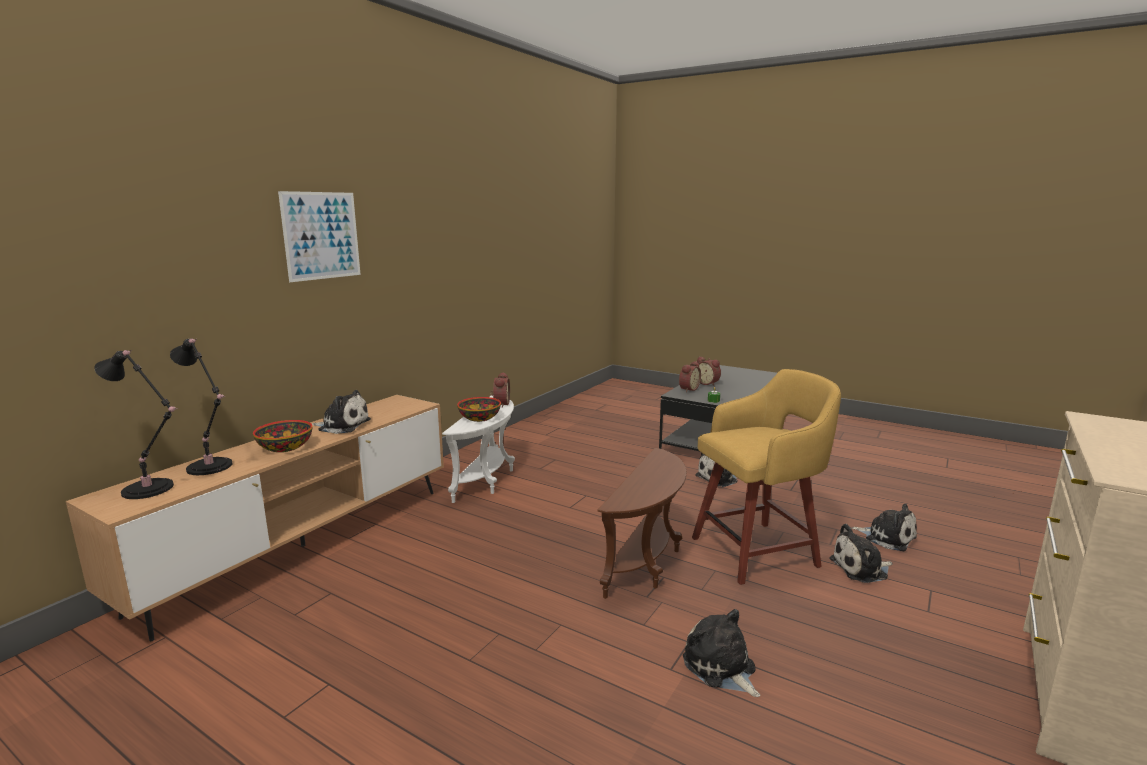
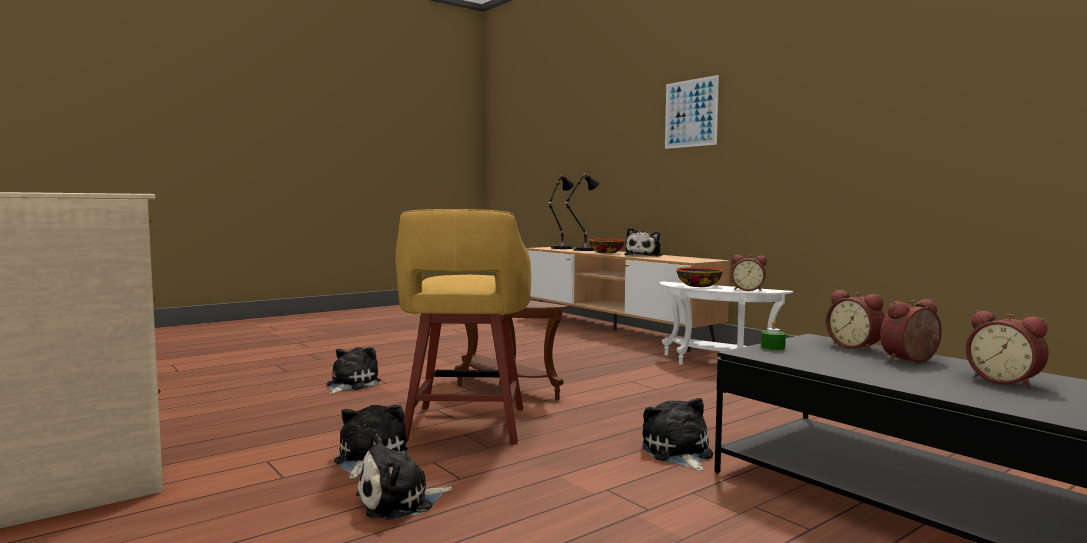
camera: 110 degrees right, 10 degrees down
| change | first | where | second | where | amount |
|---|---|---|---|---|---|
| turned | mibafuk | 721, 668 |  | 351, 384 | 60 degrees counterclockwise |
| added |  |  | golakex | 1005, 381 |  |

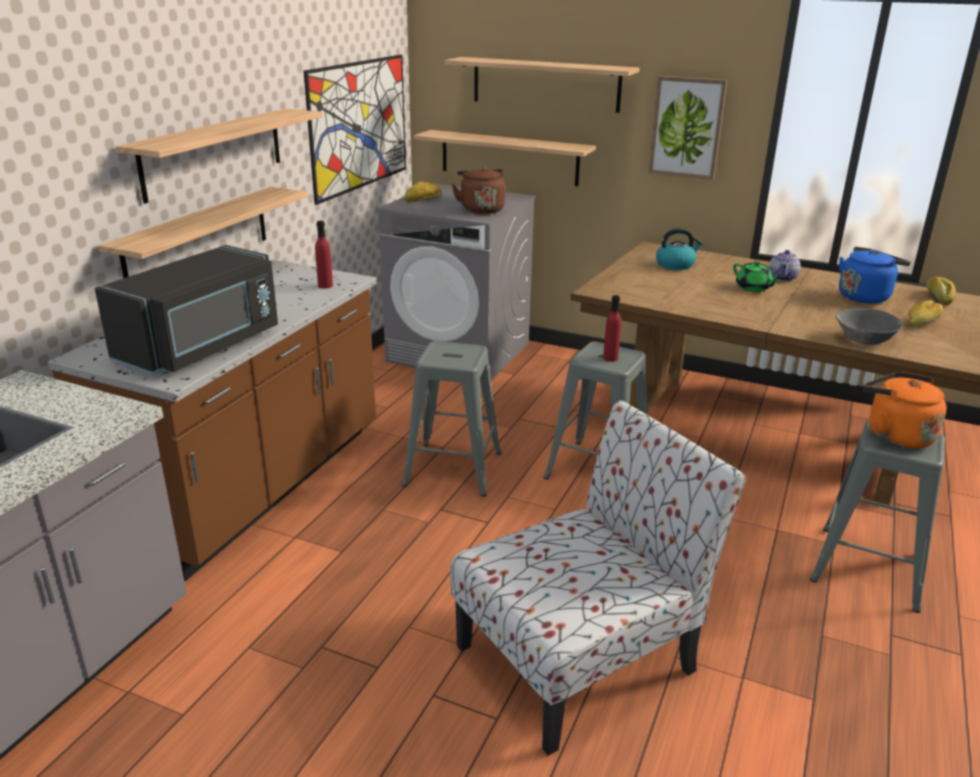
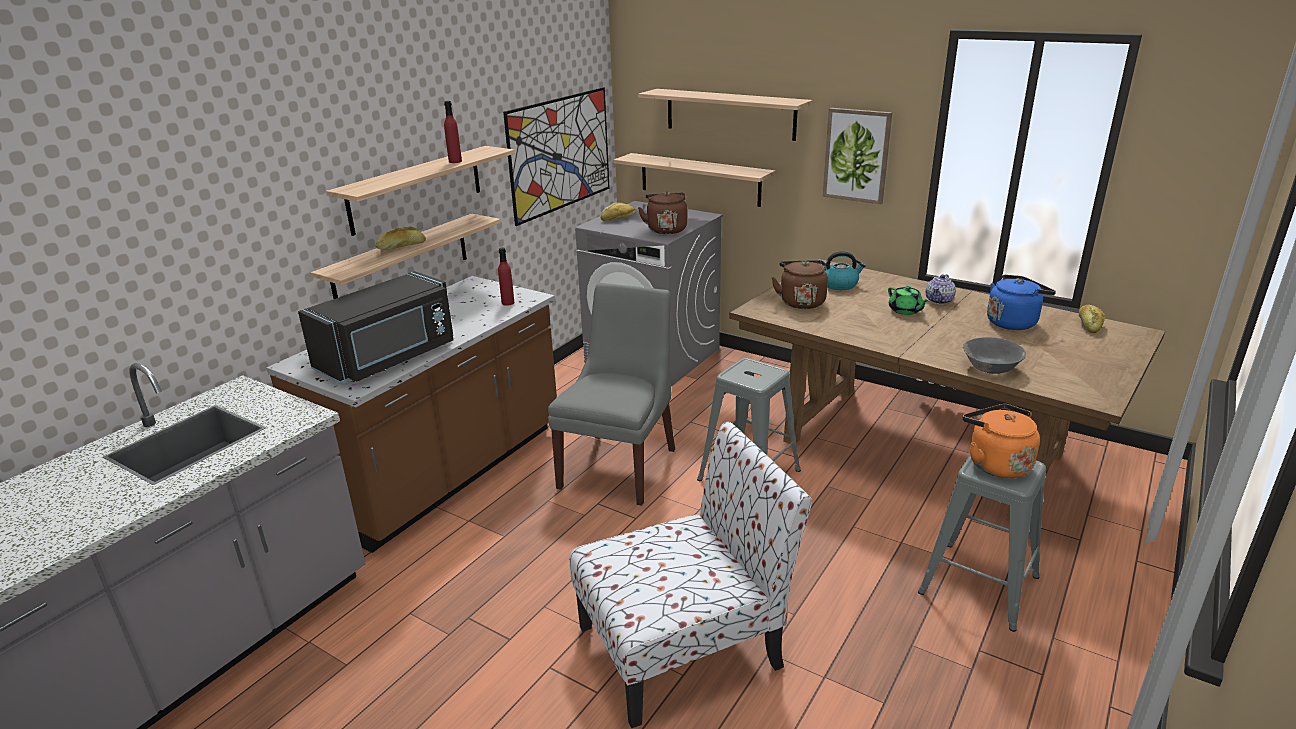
camera: 10 degrees right, 0 degrees up
| change | first | where | second | where | amount |
|---|---|---|---|---|---|
| moved | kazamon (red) | 610, 358 |  | 455, 161 |  |
| moved | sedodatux | 923, 322 |  | 401, 247 |  |
| replaced | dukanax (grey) | 454, 468 | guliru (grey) | 619, 466 |  |
| added |  |  | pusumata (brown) | 801, 301 |  |

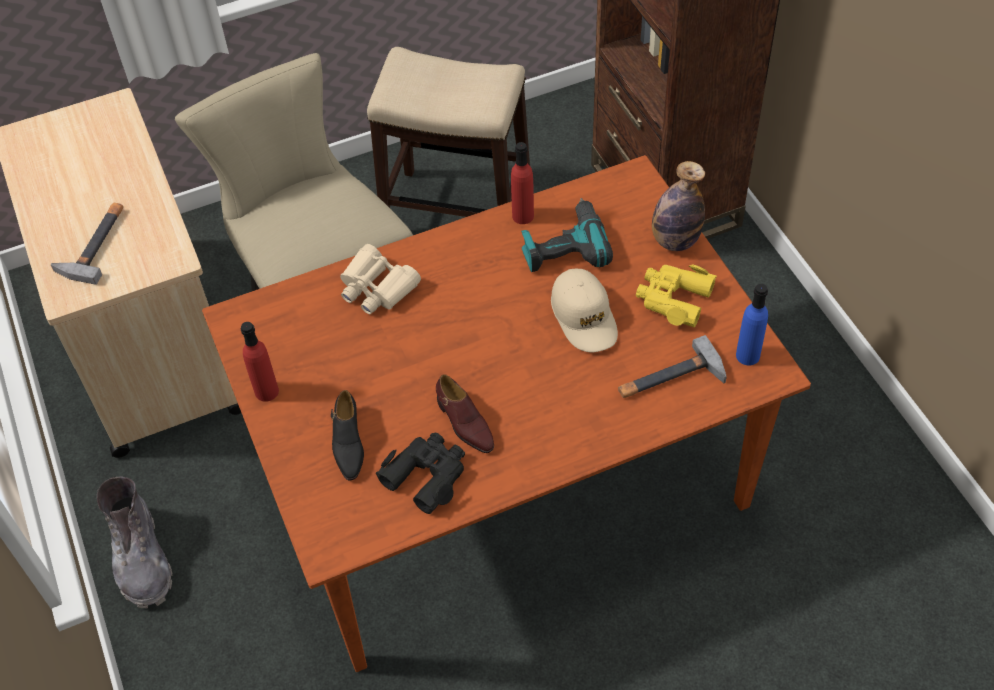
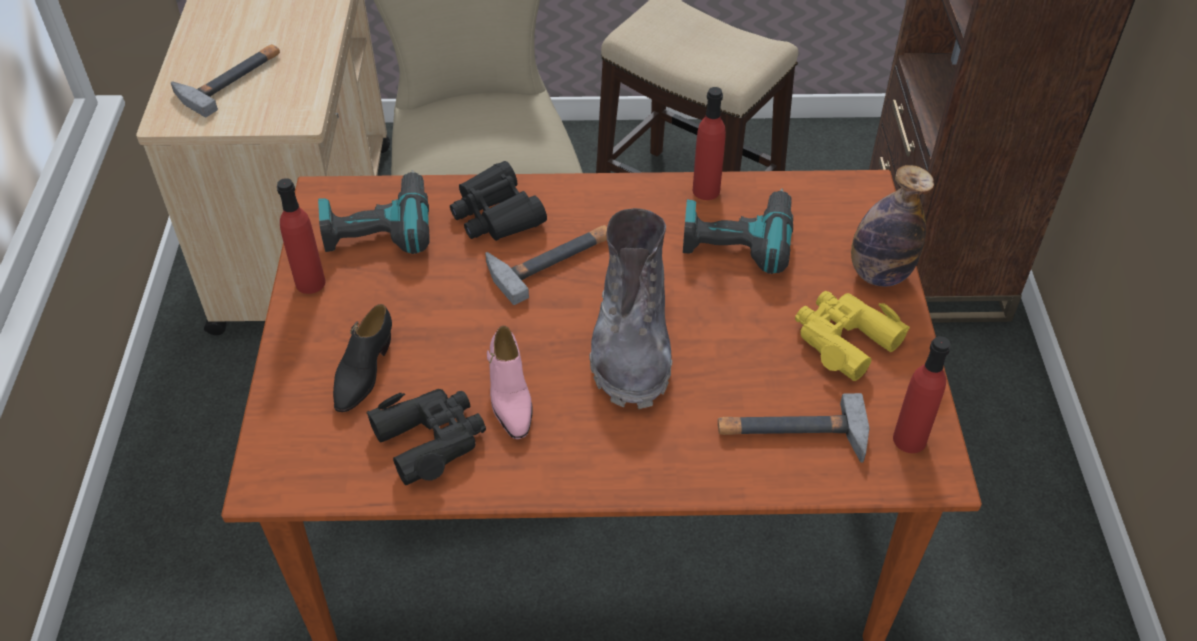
camera: 20 degrees right, 5 degrees down
| change | first | where | second | where | amount |
|---|---|---|---|---|---|
| recoloured | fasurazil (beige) | 377, 288 | fasurazil (black) | 496, 214 |  |
| removed | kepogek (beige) | 584, 317 |  |  |  |
| recoloured | kazamon (blue) | 747, 355 | kazamon (red) | 909, 439 |  |
| recoloured | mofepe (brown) | 464, 423 | mofepe (pink) | 509, 395 |  |
| moved | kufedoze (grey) | 141, 559 |  | 632, 343 |  |
| added |  |  | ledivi | 378, 226 |  |
| added |  |  | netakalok | 552, 259 |  |

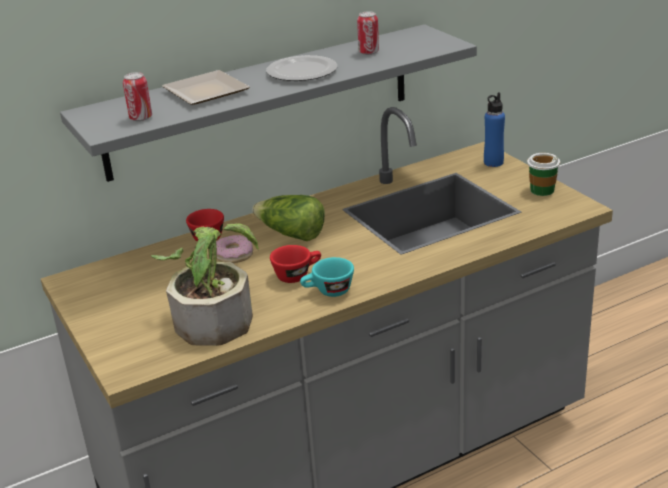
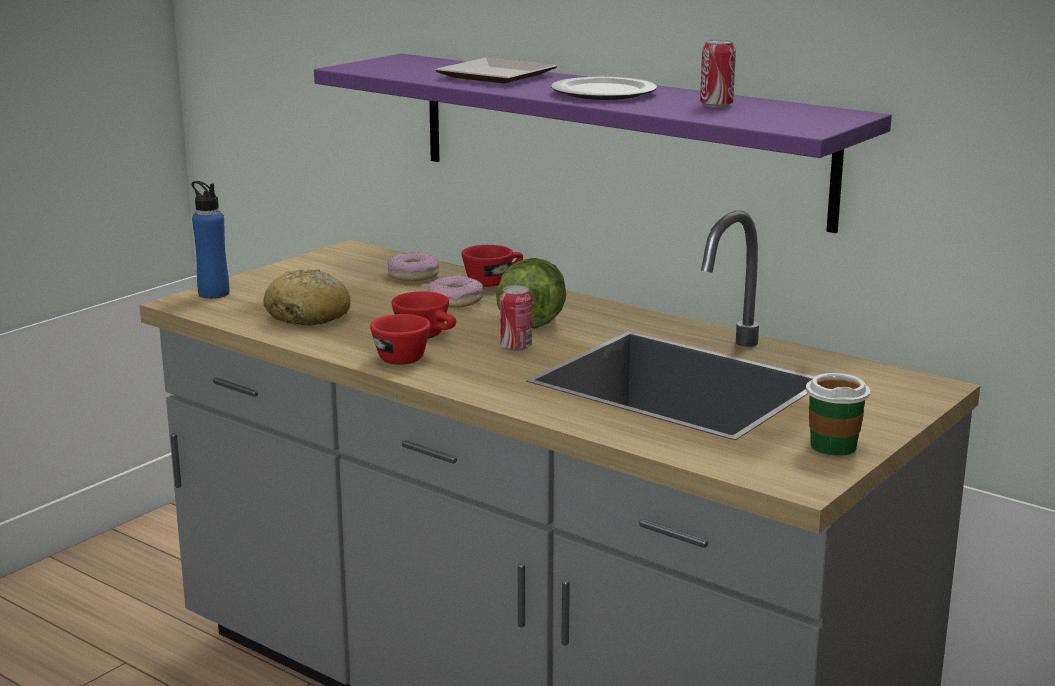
camera: 65 degrees right, 10 degrees down
| change | first | where | second | where | amount |
|---|---|---|---|---|---|
| recoloured | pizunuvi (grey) | 261, 101 | pizunuvi (purple) | 617, 137 |  |
| moved | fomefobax | 141, 118 |  | 516, 347 |  |
| moved | kazamon (blue) | 493, 162 |  | 213, 293 |  |
| replaced | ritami | 215, 316 | sedodatux | 309, 316 |  |
| recoloured | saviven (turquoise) | 328, 292 | saviven (red) | 395, 357 |  |
| added |  |  | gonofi | 413, 275 |  |

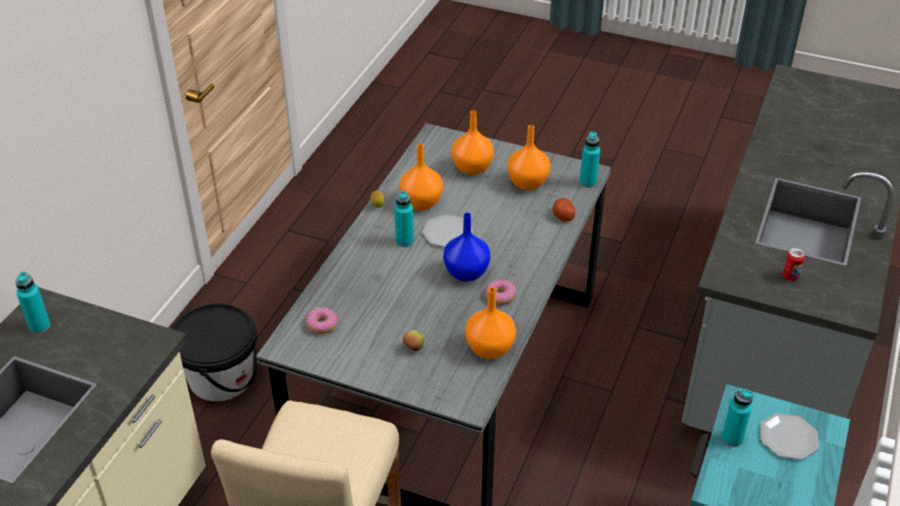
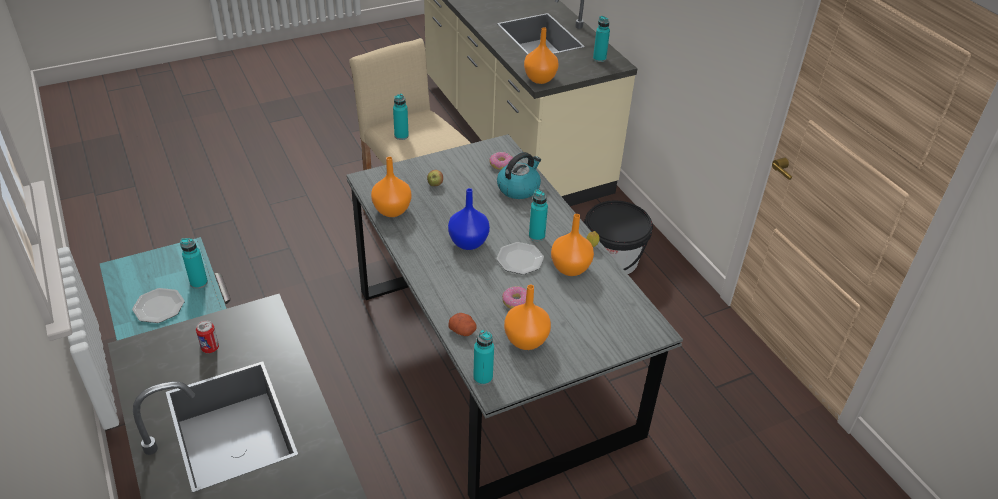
camera: 130 degrees right, 0 degrees up
| change | first | where | second | where | amount |
|---|---|---|---|---|---|
| moved | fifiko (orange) | 471, 168 |  | 540, 79 |  |
| moved | gonofi | 500, 296 |  | 516, 302 |  |
| added |  |  | kazamon (turquoise) | 401, 136 |  |
| added |  |  | pusumata | 518, 188 |  |

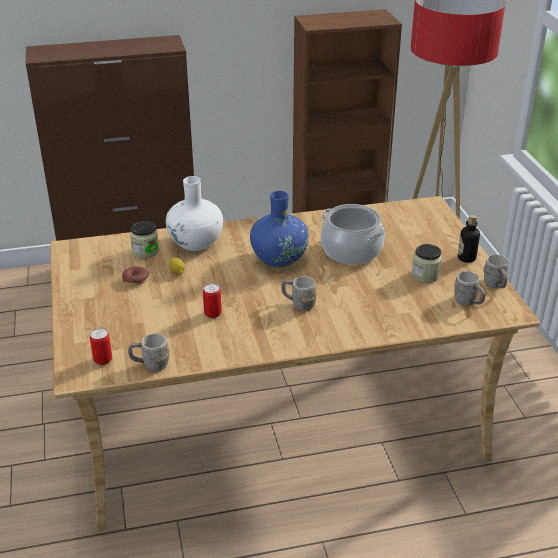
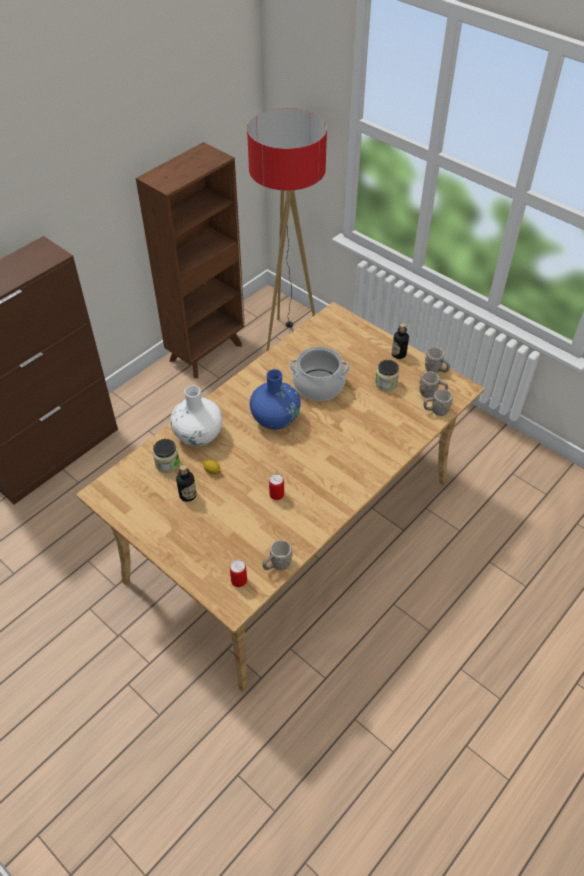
camera: 35 degrees left, 15 degrees up
| change | first | where | second | where | amount |
|---|---|---|---|---|---|
| replaced | gonofi | 135, 279 | kazamon | 188, 495 |  |
| moved | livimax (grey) | 298, 304 |  | 436, 411 |  |

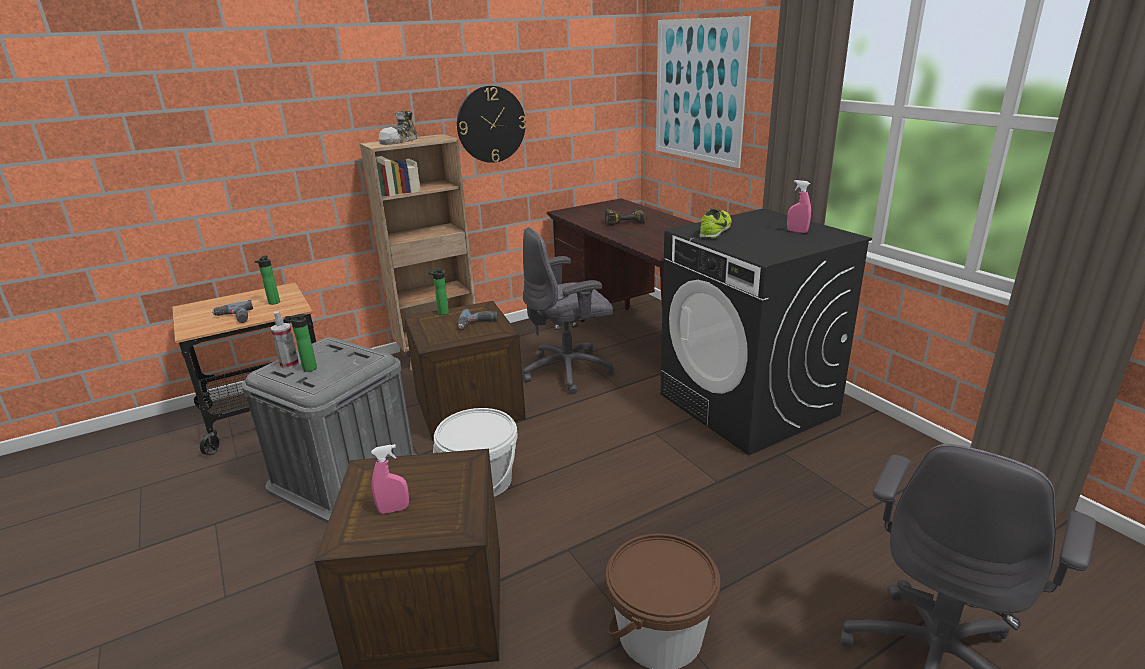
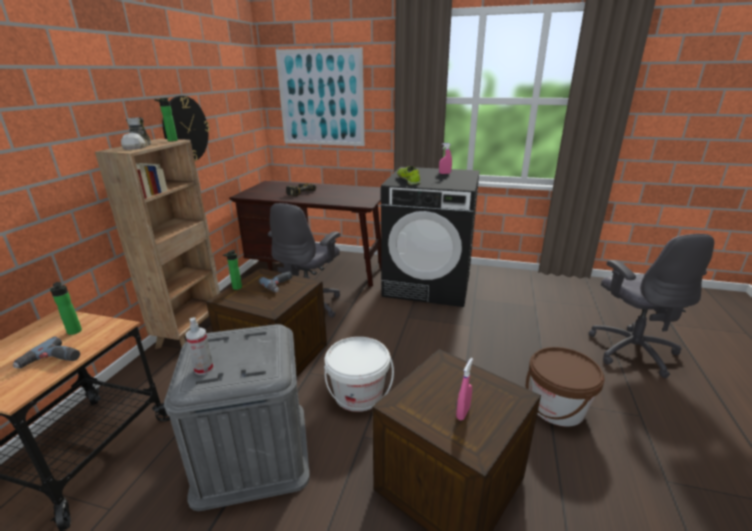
camera: 45 degrees left, 0 degrees up
| change | first | where | second | where | amount |
|---|---|---|---|---|---|
| moved | kazamon | 307, 369 |  | 171, 141 |  |

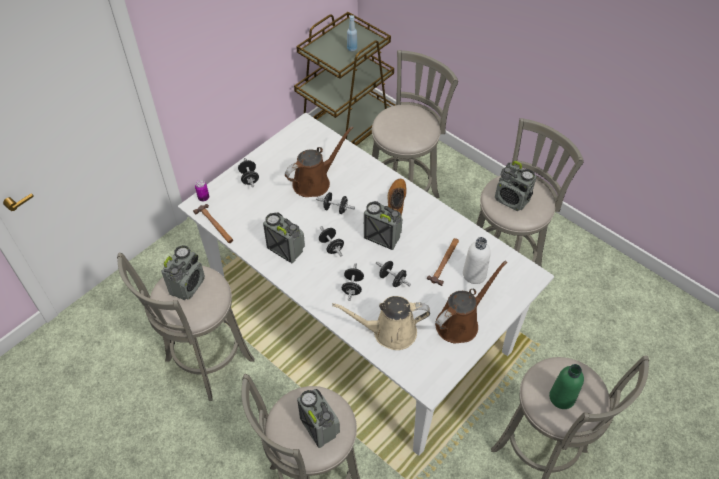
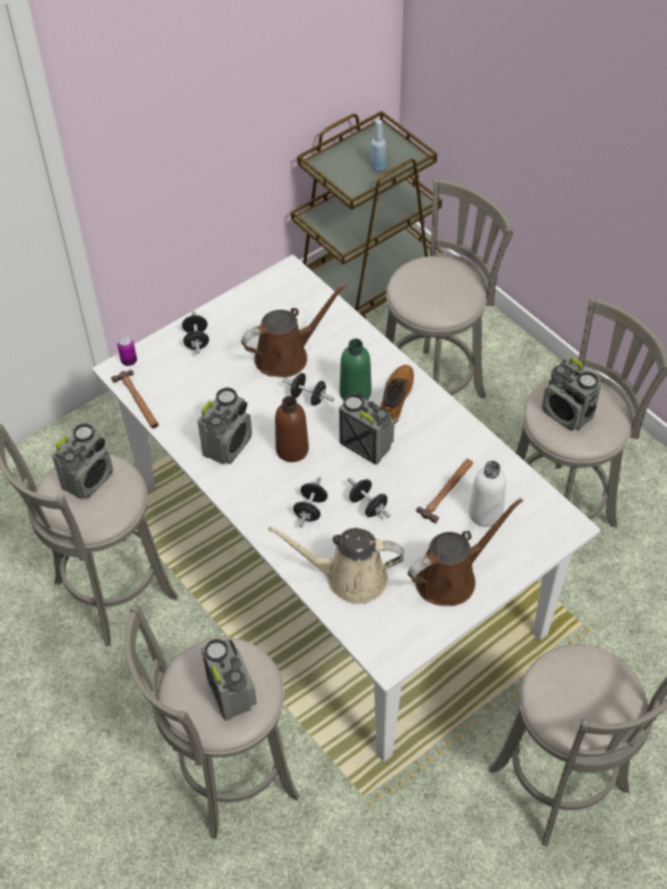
camera: 10 degrees right, 0 degrees up
| change | first | where | second | where | amount |
|---|---|---|---|---|---|
| turned | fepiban | 285, 249 |  | 228, 445 | 75 degrees clockwise |
| replaced | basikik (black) | 331, 246 | kazamon (brown) | 292, 449 |  |
| moved | kazamon (green) | 562, 397 |  | 355, 393 |  |

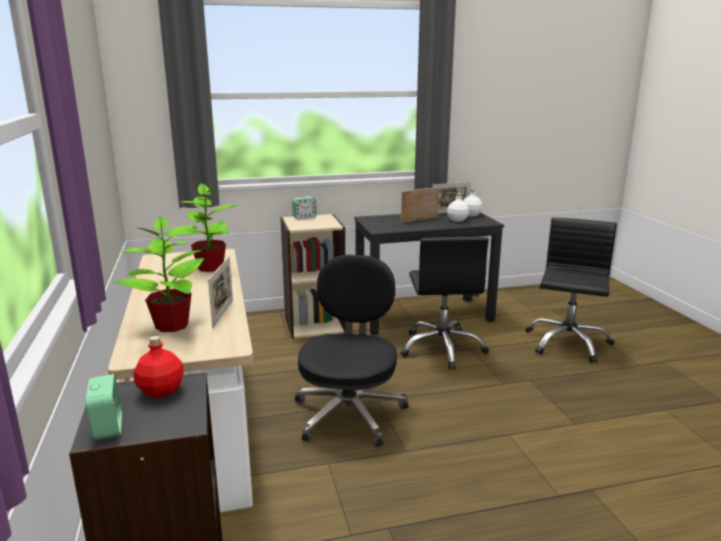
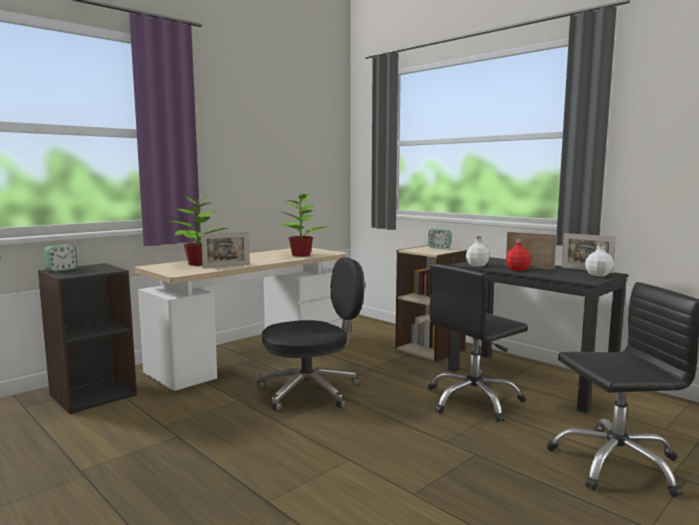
camera: 60 degrees right, 10 degrees down
| change | first | where | second | where | amount |
|---|---|---|---|---|---|
| moved | kazamon (white) | 457, 220 |  | 477, 265 |  |
| moved | kazamon (red) | 162, 390 |  | 517, 269 |  |

